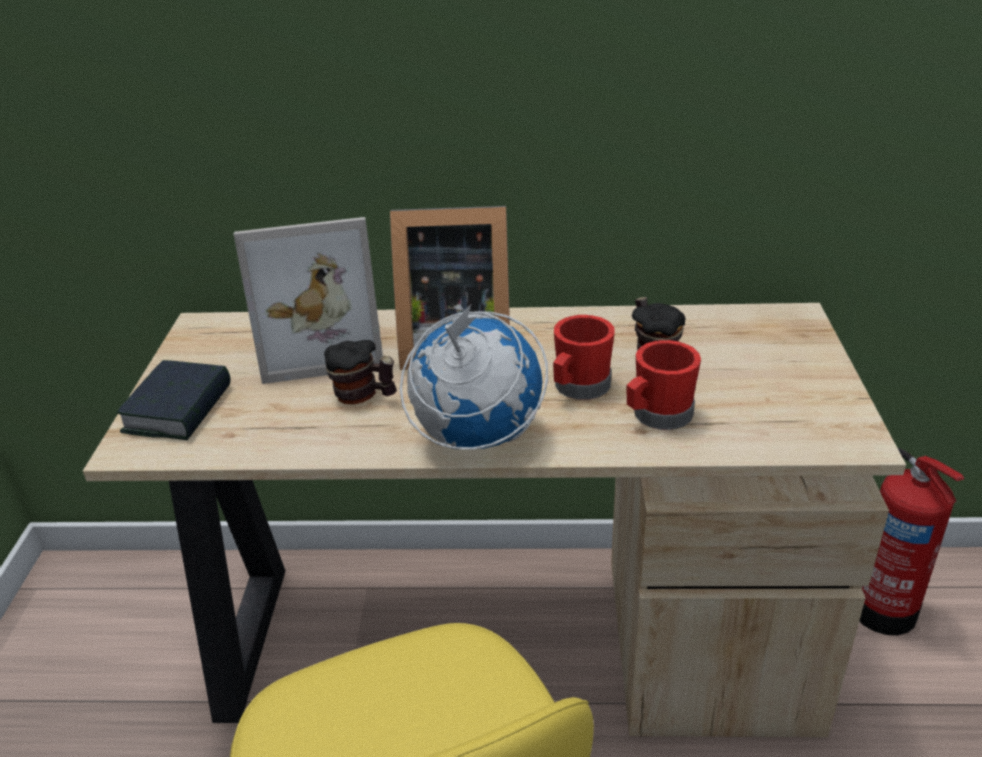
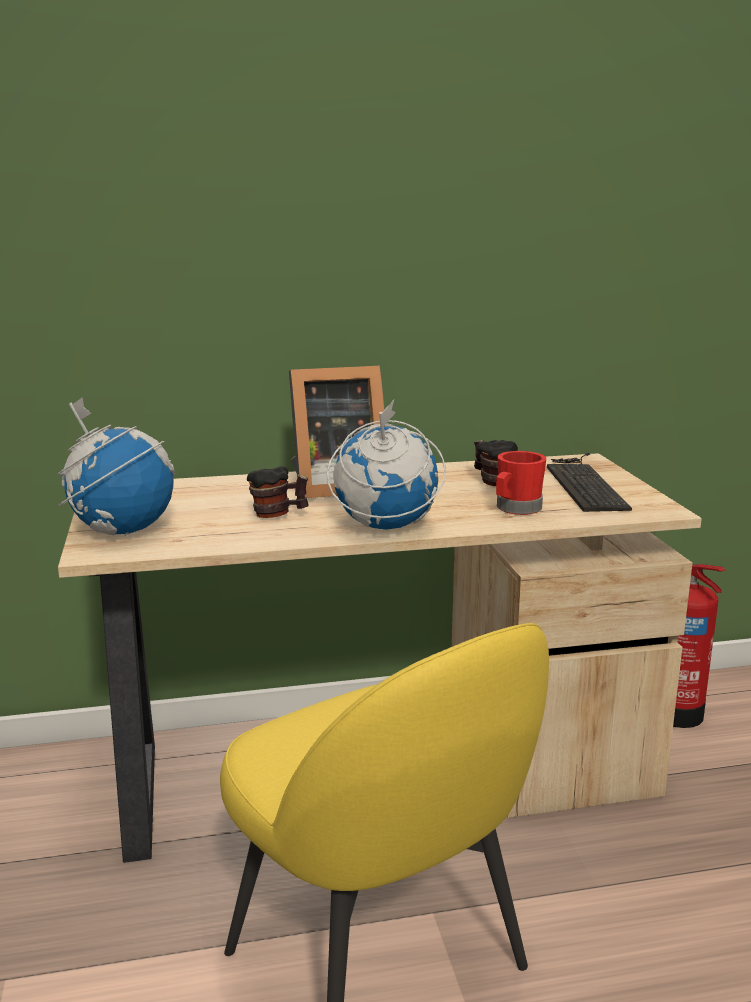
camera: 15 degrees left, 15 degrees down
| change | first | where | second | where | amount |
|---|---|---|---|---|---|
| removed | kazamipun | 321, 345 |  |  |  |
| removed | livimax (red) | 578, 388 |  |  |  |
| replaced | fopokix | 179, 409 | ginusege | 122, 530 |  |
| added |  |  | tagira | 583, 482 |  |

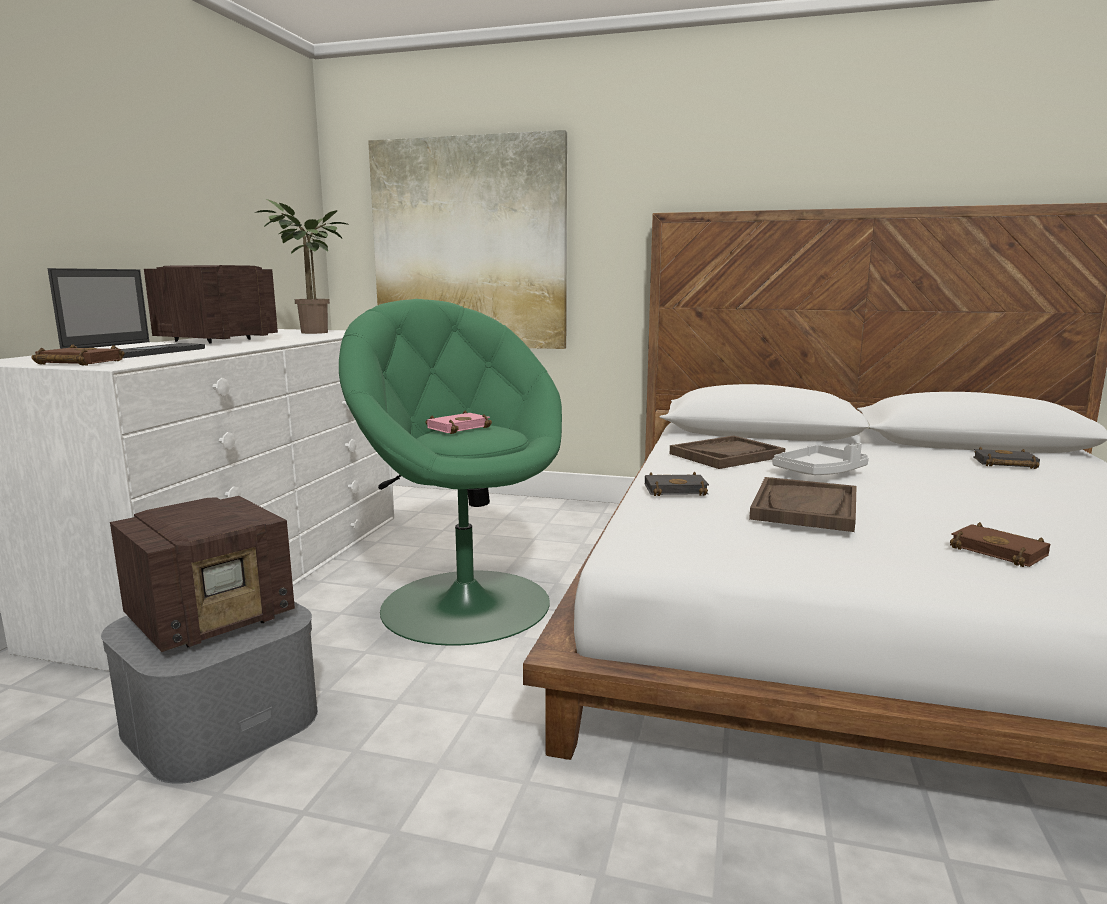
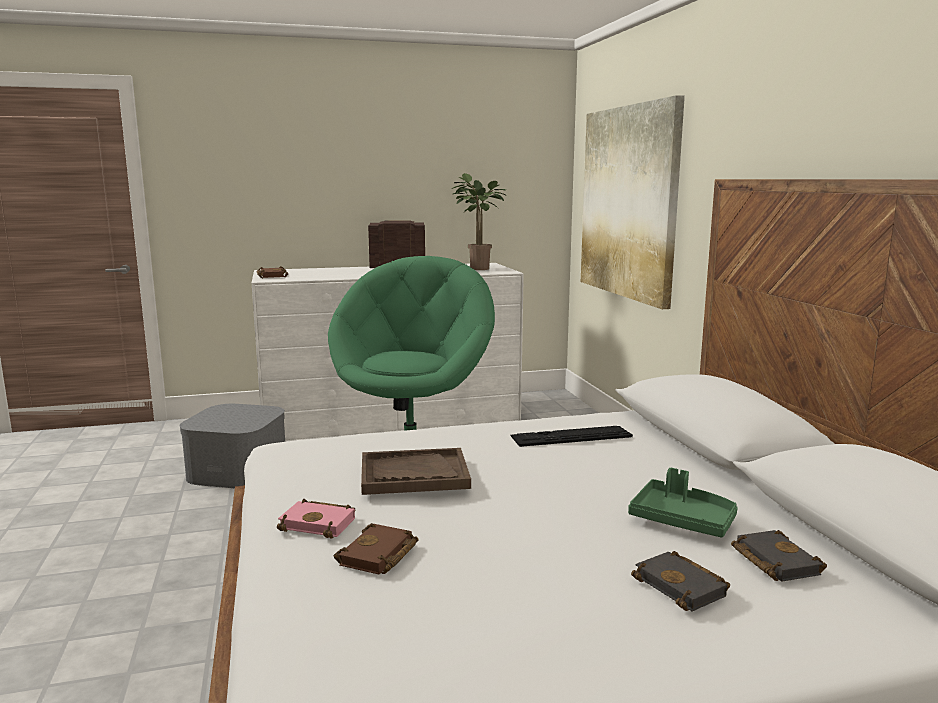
camera: 60 degrees right, 0 degrees up
| change | first | where | second | where | amount |
|---|---|---|---|---|---|
| removed | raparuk | 136, 351 |  |  |  |
| moved | fopokix (pink) | 458, 427 |  | 320, 523 |  |
| replaced | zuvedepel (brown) | 726, 455 | tagira | 571, 436 |  |
| removed | zuvedepel (grey) | 819, 472 |  |  |  |
| moved | fopokix (black) | 676, 489 |  | 683, 587 |  |
| removed | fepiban | 213, 618 |  |  |  |
| added |  |  | zuvedepel (green) | 682, 520 |  |

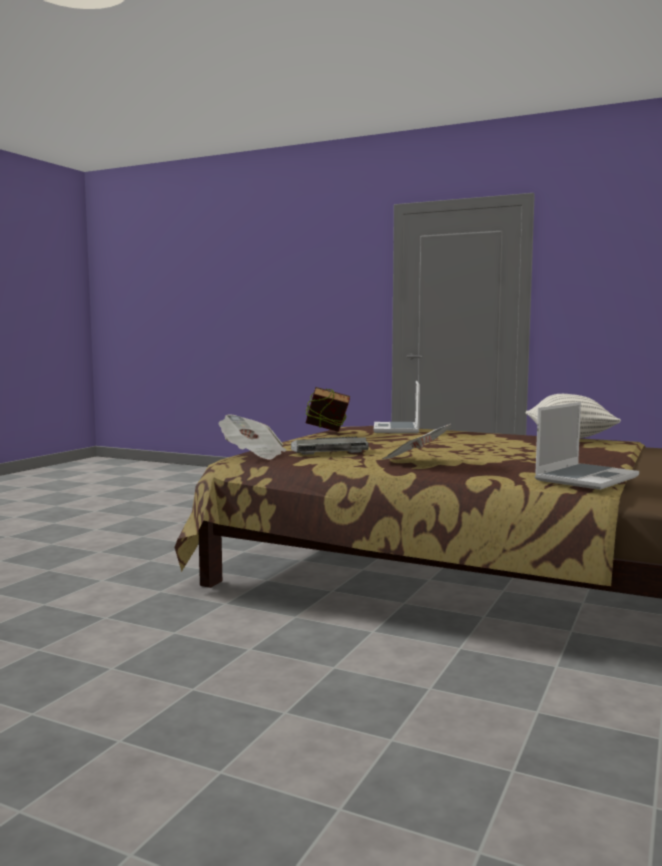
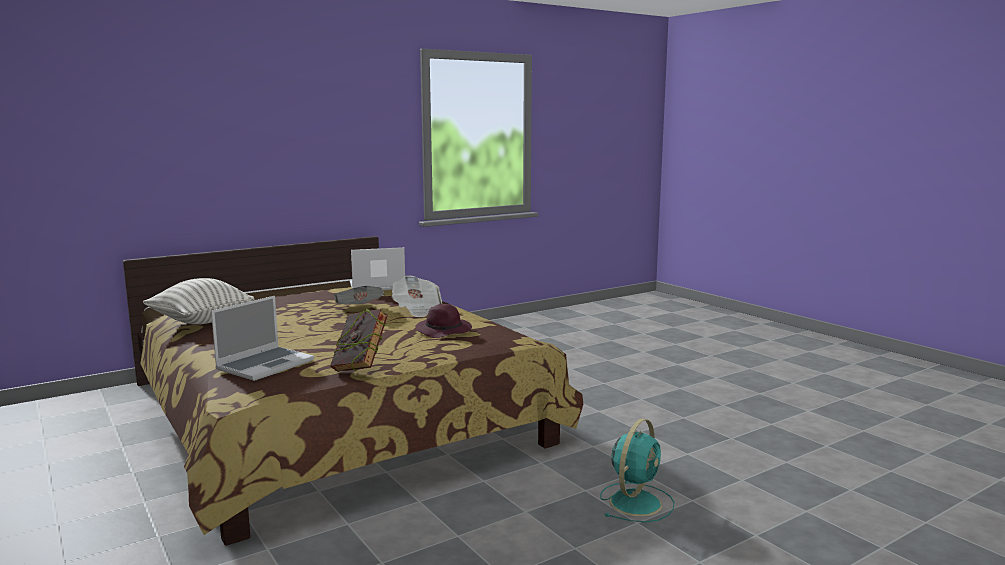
camera: 150 degrees left, 5 degrees up
| change | first | where | second | where | amount |
|---|---|---|---|---|---|
| moved | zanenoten | 253, 455 |  | 359, 310 |  |
| replaced | tagira | 328, 452 | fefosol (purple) | 444, 331 |  |
| added |  |  | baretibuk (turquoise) | 636, 502 |  |

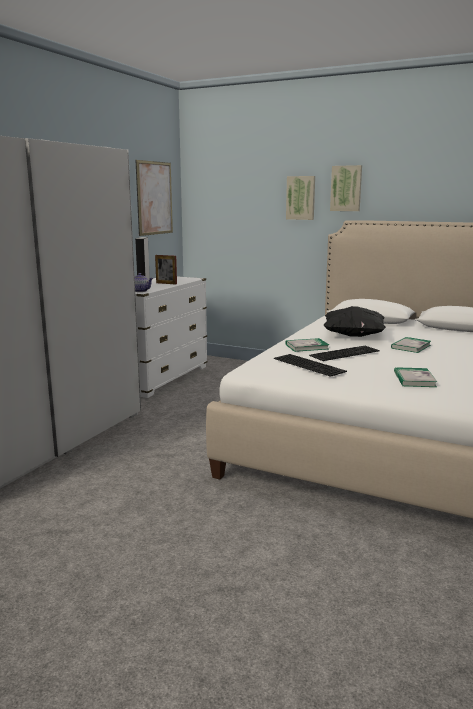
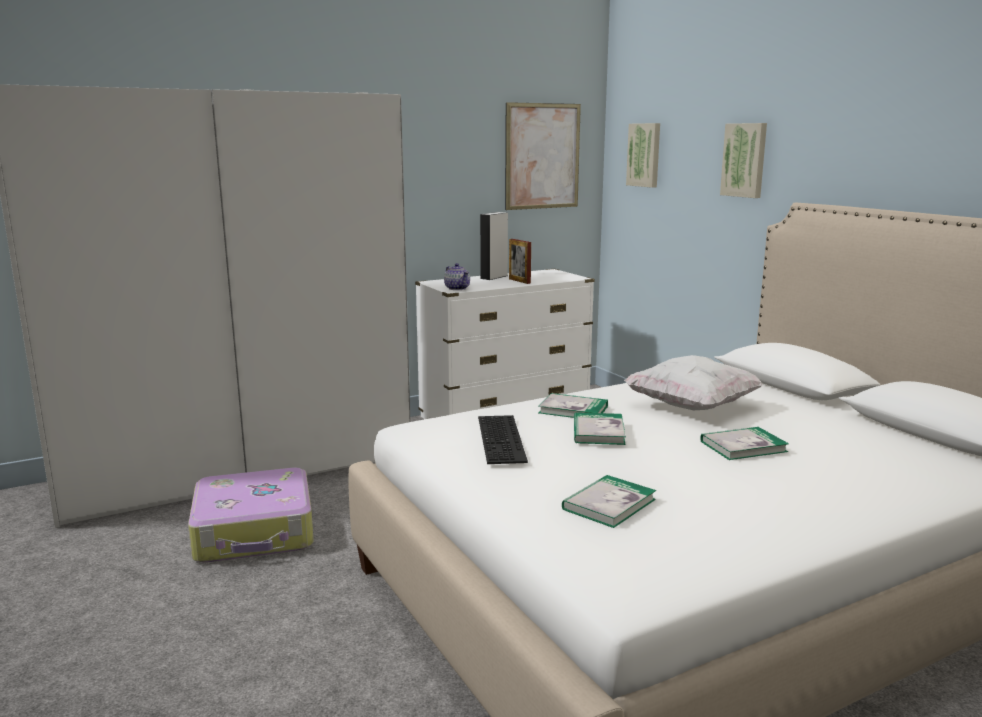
camera: 35 degrees right, 0 degrees up
| change | first | where | second | where | amount |
|---|---|---|---|---|---|
| moved | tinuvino | 346, 188 |  | 645, 155 |  |
| recoloured | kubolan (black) | 353, 336 | kubolan (white) | 690, 407 |  |
| replaced | tagira | 344, 353 | fopokix | 598, 432 |  |
| added |  |  | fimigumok | 255, 532 |  |

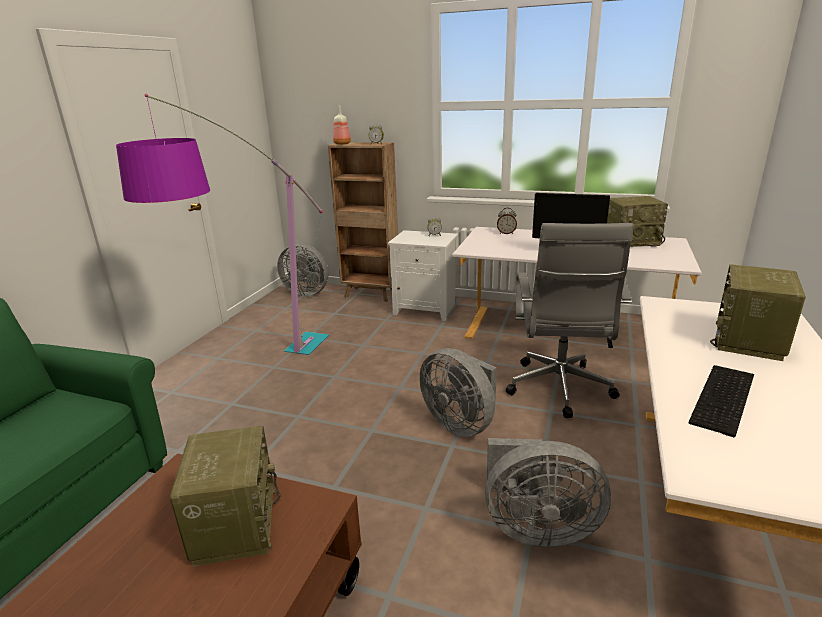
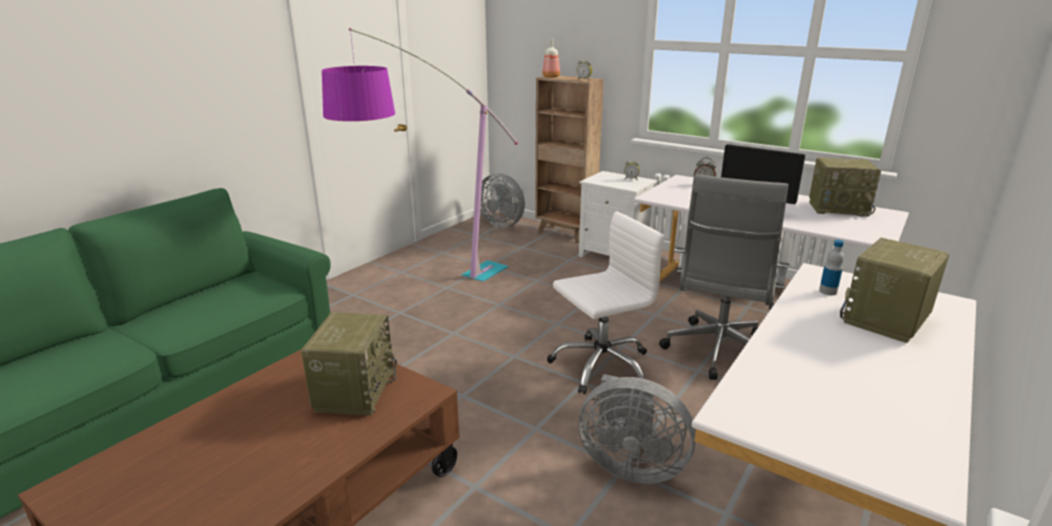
camera: 15 degrees right, 0 degrees up
| change | first | where | second | where | amount |
|---|---|---|---|---|---|
| replaced | baretibuk (grey) | 461, 423 | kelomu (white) | 601, 365 |  |
| removed | tagira | 725, 399 |  |  |  |
| added |  |  | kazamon | 828, 291 |  |

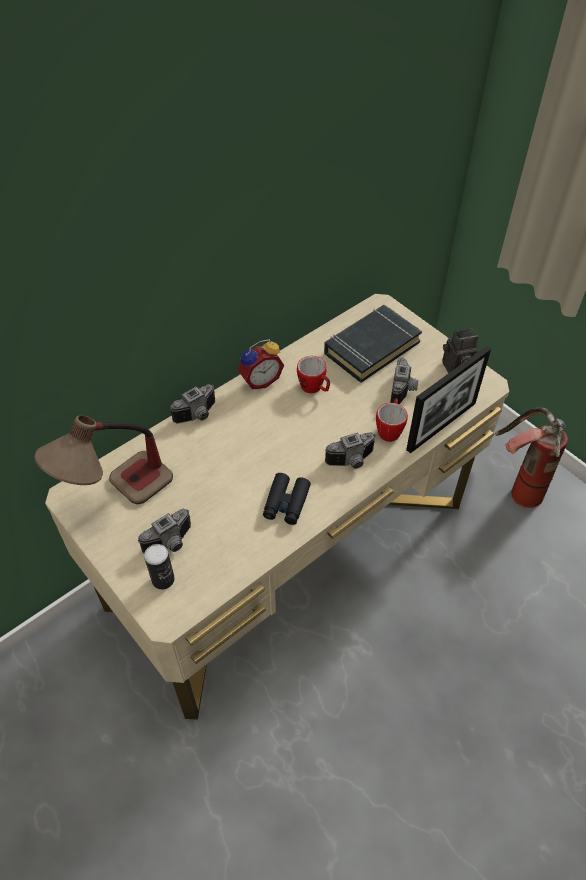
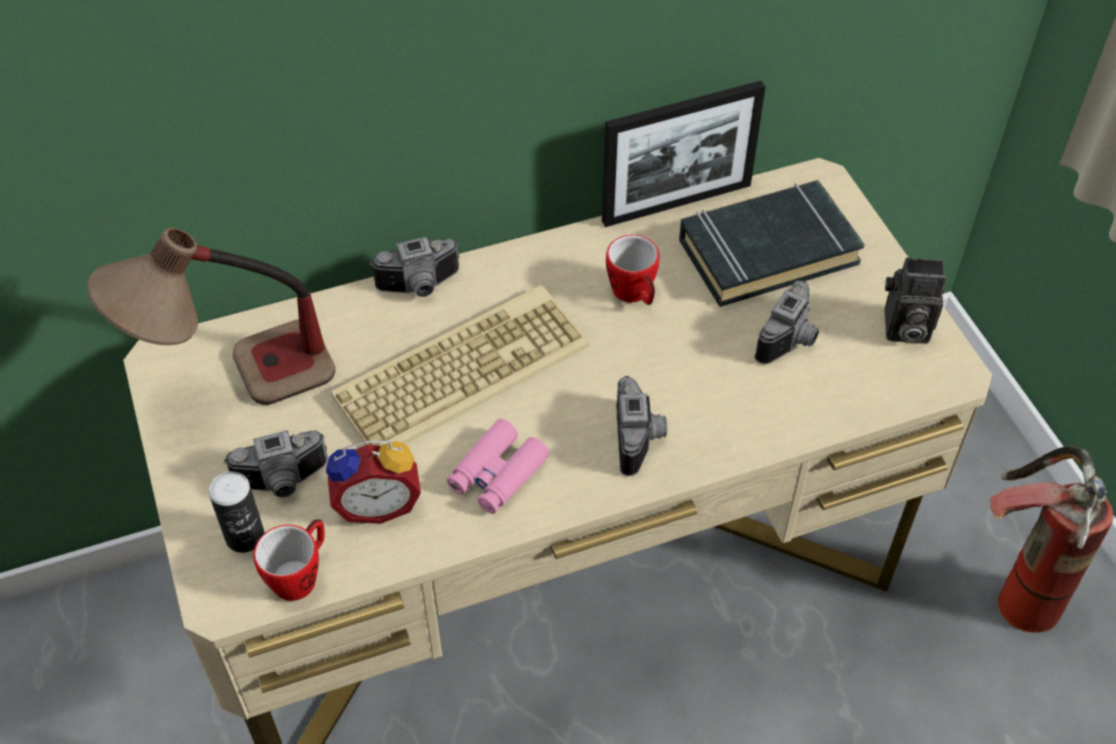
camera: 20 degrees right, 0 degrees up
| change | first | where | second | where | amount |
|---|---|---|---|---|---|
| moved | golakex | 260, 380 |  | 377, 503 |  |
| moved | kazamipun | 441, 426 |  | 676, 203 |  |
| moved | livimax | 390, 429 |  | 301, 574 |  |
| turned | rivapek | 352, 461 |  | 641, 438 | 90 degrees counterclockwise |
| recoloured | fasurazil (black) | 286, 503 | fasurazil (pink) | 497, 474 |  |
| added |  |  | tagira | 462, 368 |  |

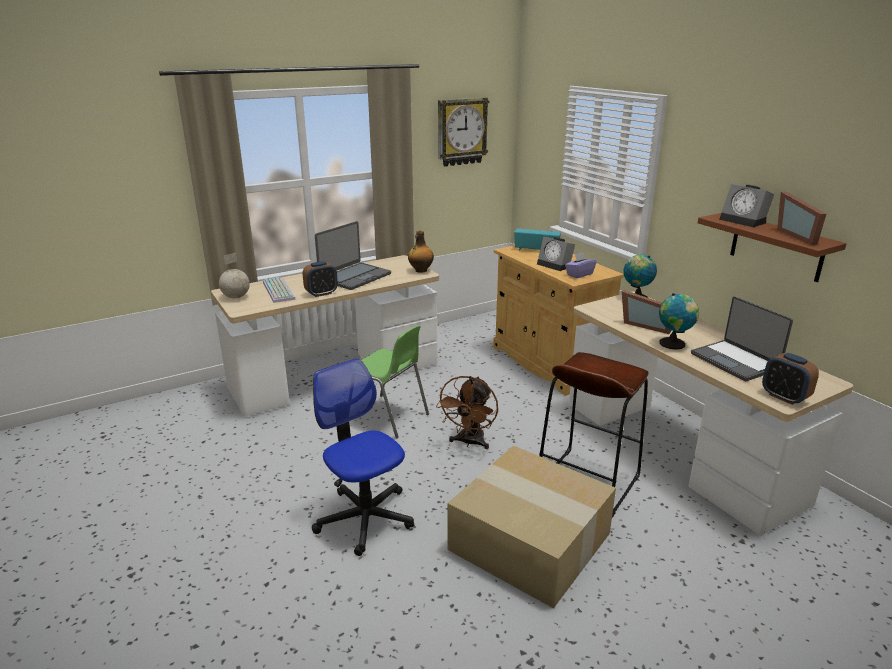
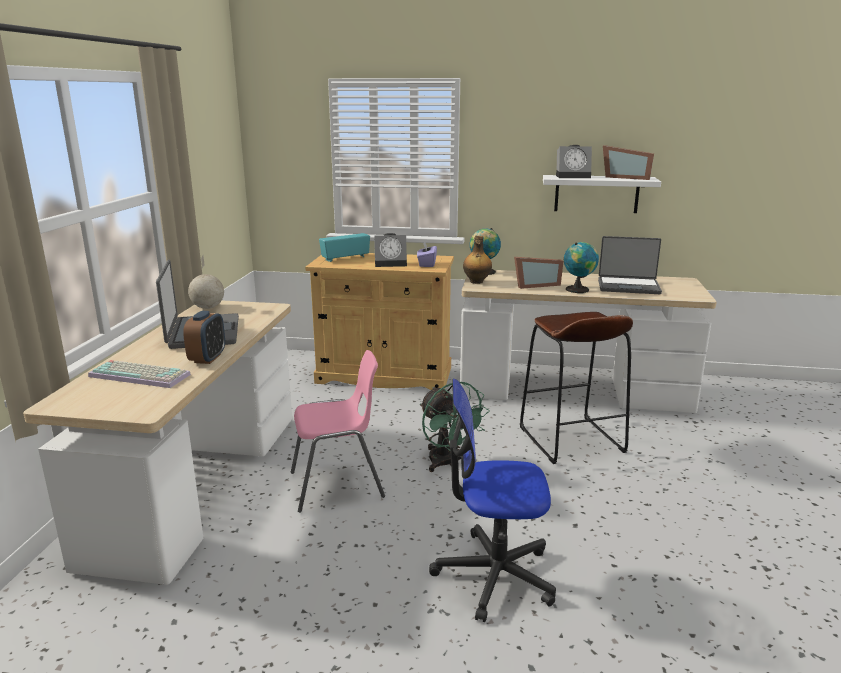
camera: 50 degrees left, 5 degrees down
| change | first | where | second | where | amount |
|---|---|---|---|---|---|
| removed | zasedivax | 461, 132 |  |  |  |
| recoloured | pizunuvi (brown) | 776, 247 | pizunuvi (white) | 596, 194 |  |
| moved | kazamon | 420, 270 |  | 476, 282 |  |
| moved | ginusege | 235, 297 |  | 207, 308 |  |
| recoloured | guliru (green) | 388, 417 | guliru (pink) | 338, 485 |  |
| removed | golakex | 784, 397 |  |  |  |
| recoloured | baretibuk (brown) | 469, 442 | baretibuk (green) | 447, 463 |  |
| removed | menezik | 532, 541 |  |  |  |

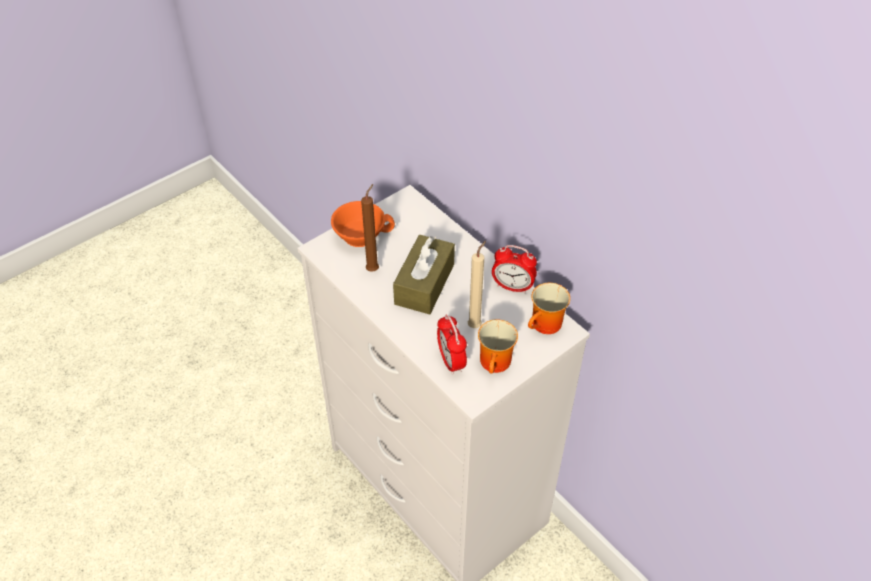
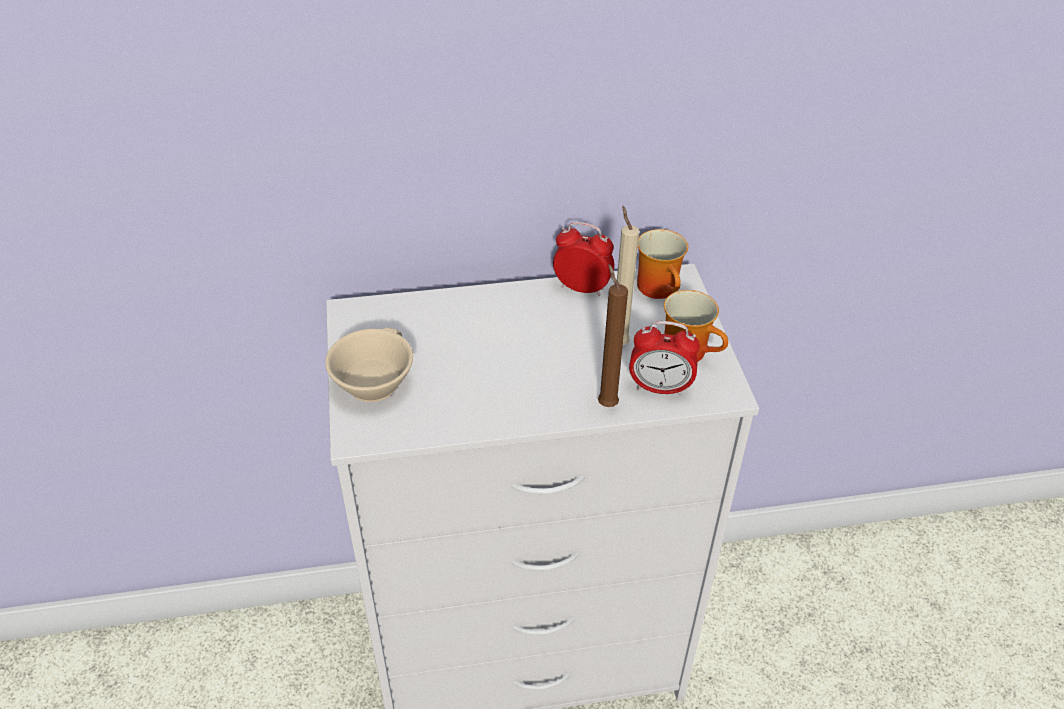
camera: 60 degrees left, 5 degrees down
| change | first | where | second | where | amount |
|---|---|---|---|---|---|
| moved | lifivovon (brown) | 374, 269 |  | 606, 403 |  |
| recoloured | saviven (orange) | 361, 234 | saviven (beige) | 371, 381 |  |
| removed | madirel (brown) | 424, 284 |  |  |  |
| turned | golakex | 512, 287 |  | 582, 288 | 120 degrees counterclockwise |

